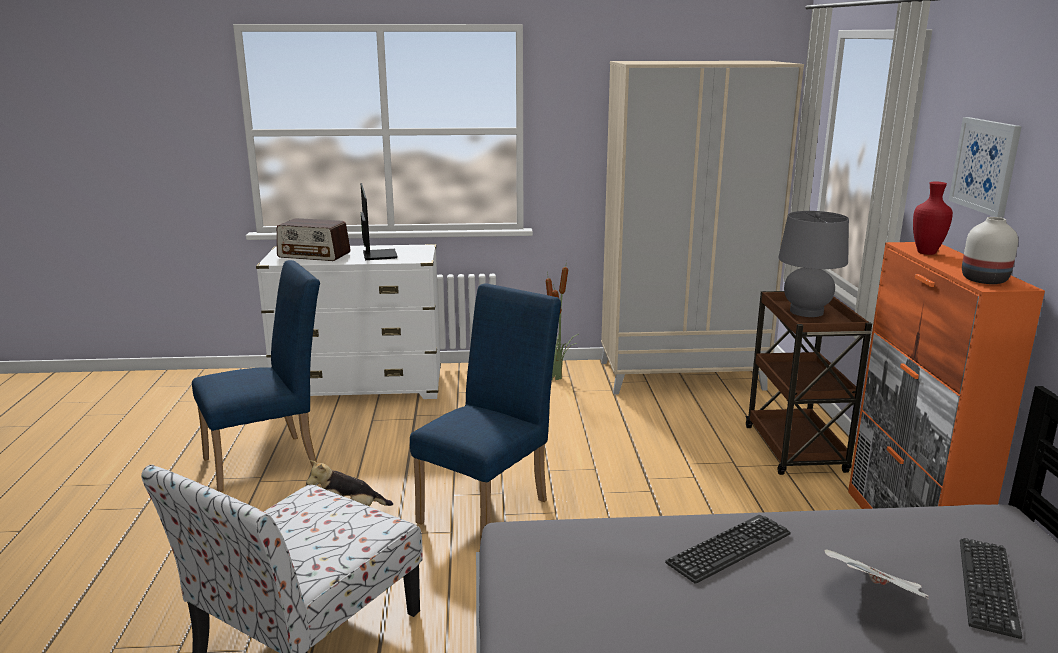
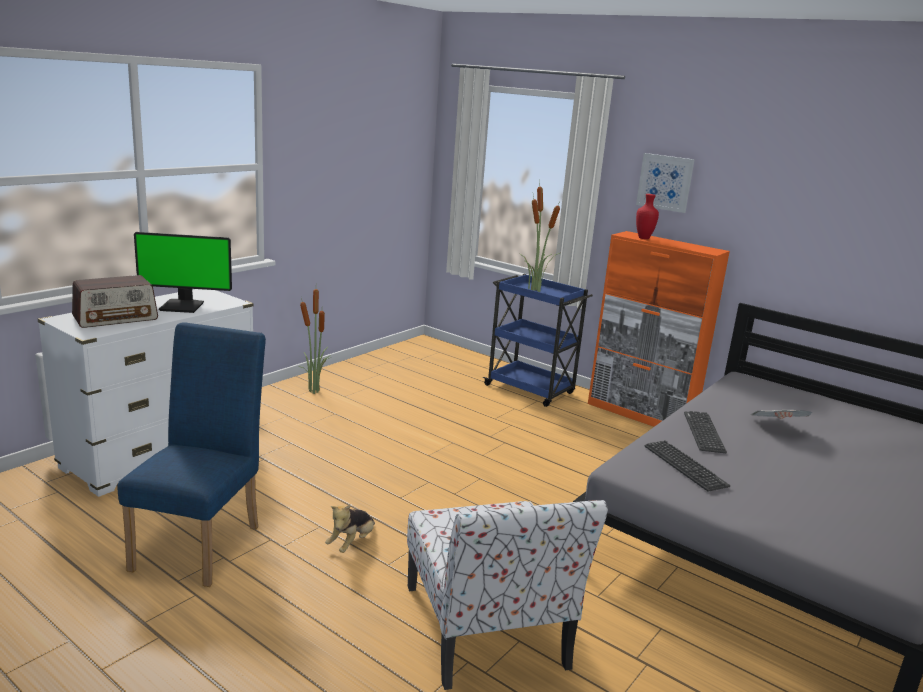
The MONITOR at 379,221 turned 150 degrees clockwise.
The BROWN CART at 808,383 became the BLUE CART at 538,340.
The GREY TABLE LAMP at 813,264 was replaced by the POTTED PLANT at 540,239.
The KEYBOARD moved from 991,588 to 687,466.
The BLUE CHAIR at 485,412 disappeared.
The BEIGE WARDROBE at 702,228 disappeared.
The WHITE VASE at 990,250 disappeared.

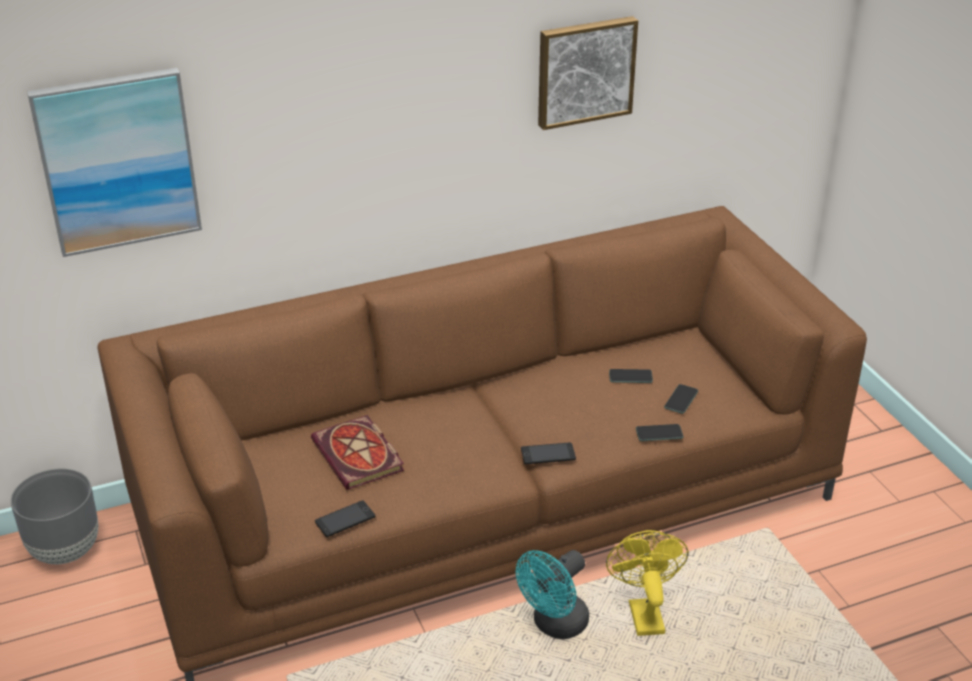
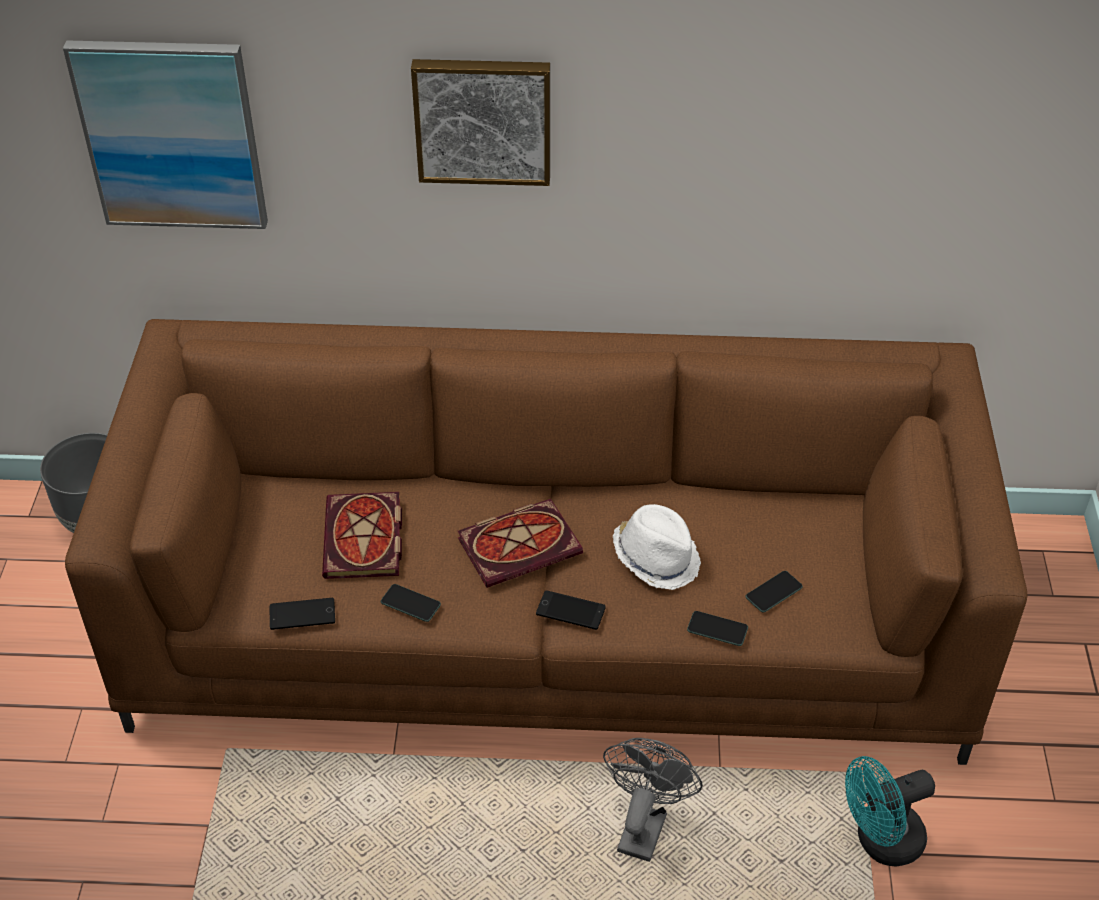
The PHONE moved from 631,376 to 411,603.
The PICTURE moved from 588,73 to 480,122.
The BOOK at 520,543 appeared.
The YELLOW FAN at 647,583 became the GREY FAN at 653,800.
The WHITE HAT at 657,547 appeared.
The TURQUOISE FAN moved from 552,594 to 890,811.

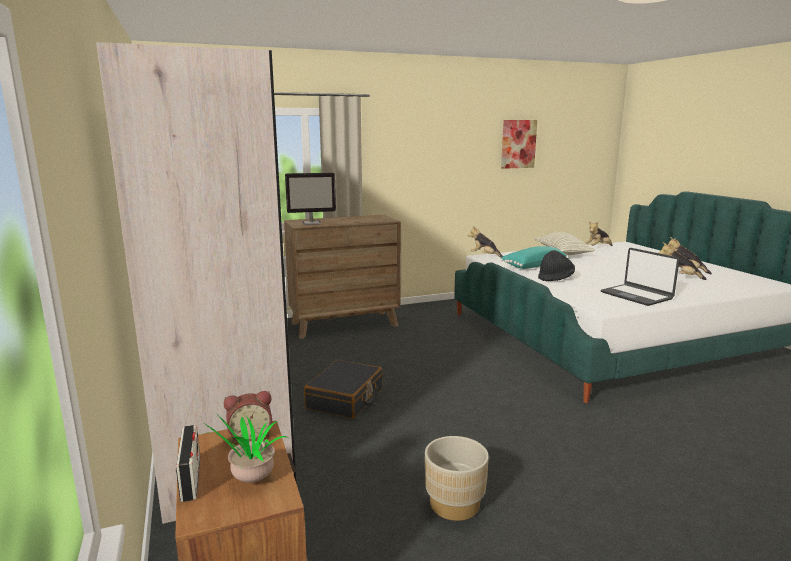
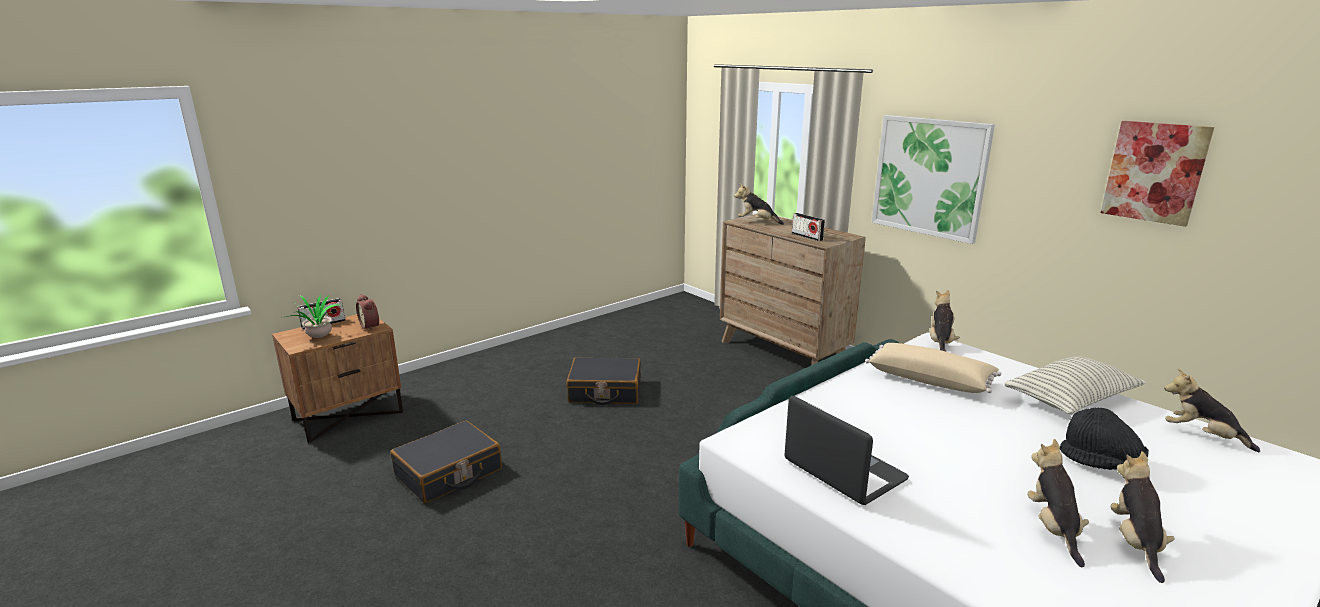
The BEIGE PLANTER at 457,478 was replaced by the BLACK SUITCASE at 446,462.
The MONITOR at 310,199 was replaced by the PLUSH TOY at 759,204.
The LAPTOP at 640,277 turned 105 degrees clockwise.
The RADIO at 808,227 appeared.
The TURQUOISE PILLOW at 533,257 became the BEIGE PILLOW at 933,368.
The PICTURE at 933,179 appeared.
The BLACK HAT moved from 556,265 to 1104,439.
The BEIGE WARDROBE at 196,283 disappeared.

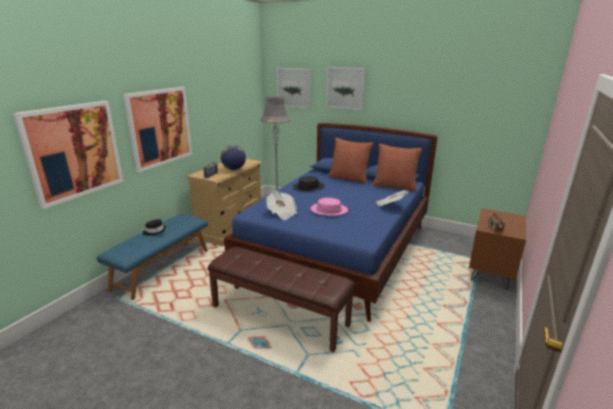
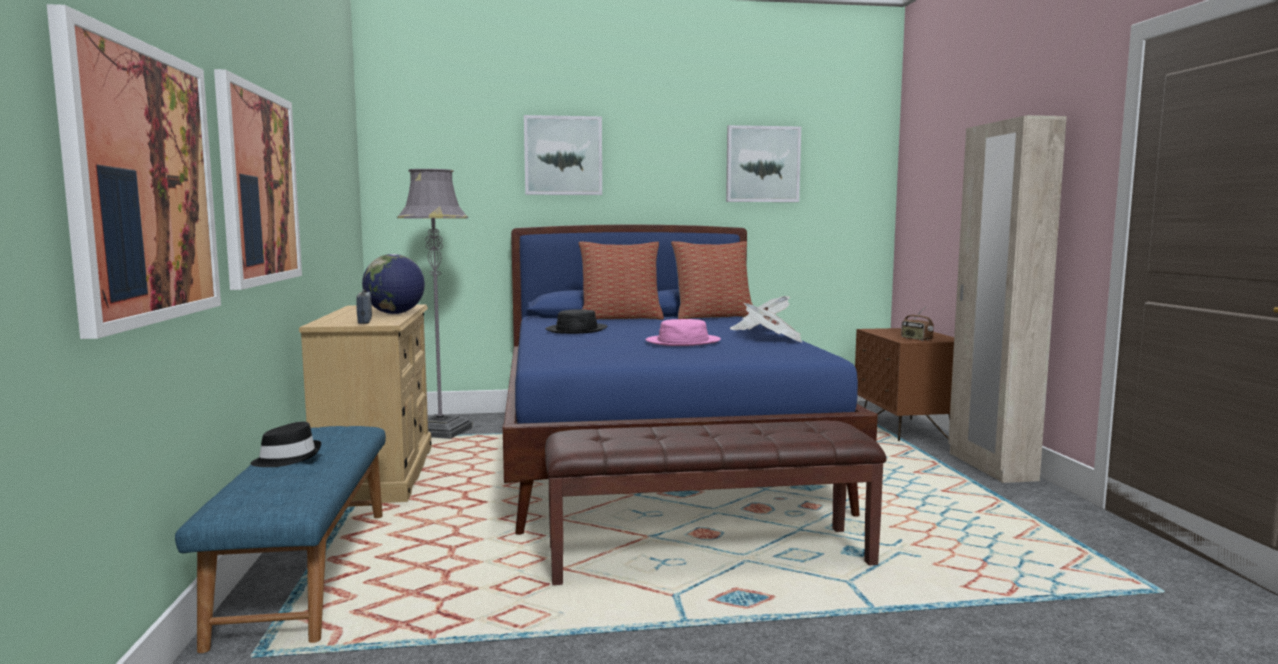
The PICTURE moved from 294,88 to 763,163.
The NEWSPAPER moved from 281,205 to 773,323.
The BEIGE WARDROBE at 1007,299 appeared.

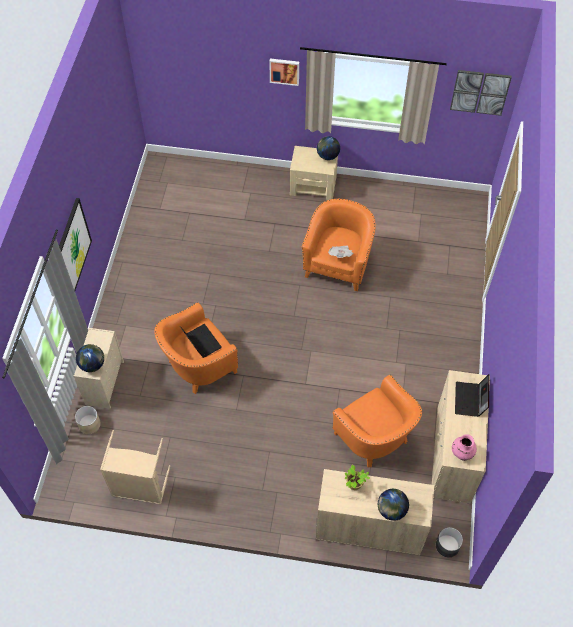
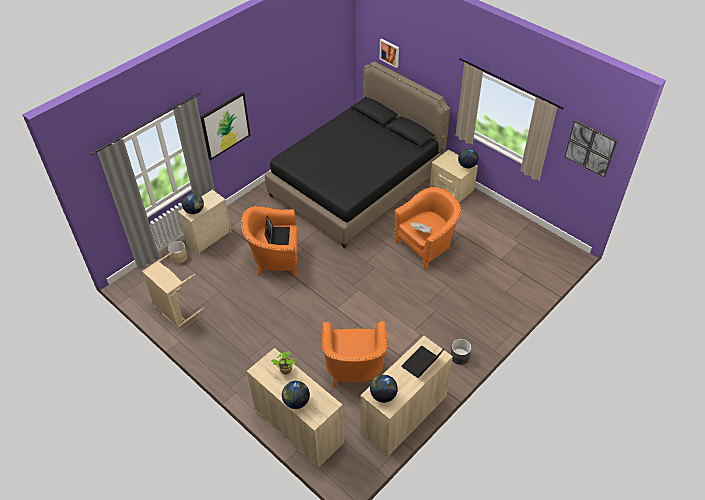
The BLACK BED at 357,154 appeared.
The PINK VASE at 464,447 was replaced by the GLOBE at 384,389.
The PICTURE moved from 284,72 to 389,53.
The GREY PLANTER moved from 449,542 to 460,352.

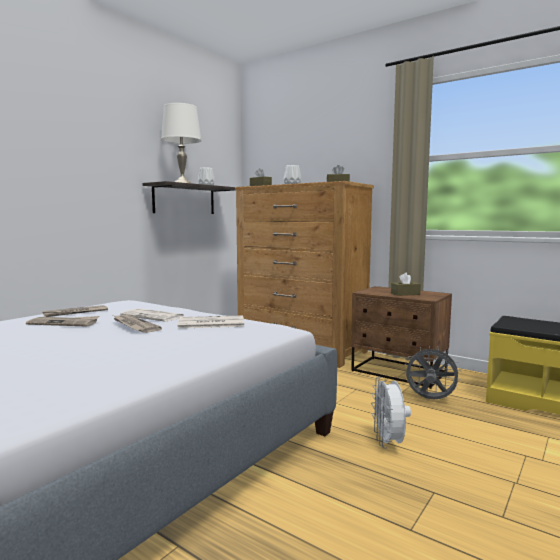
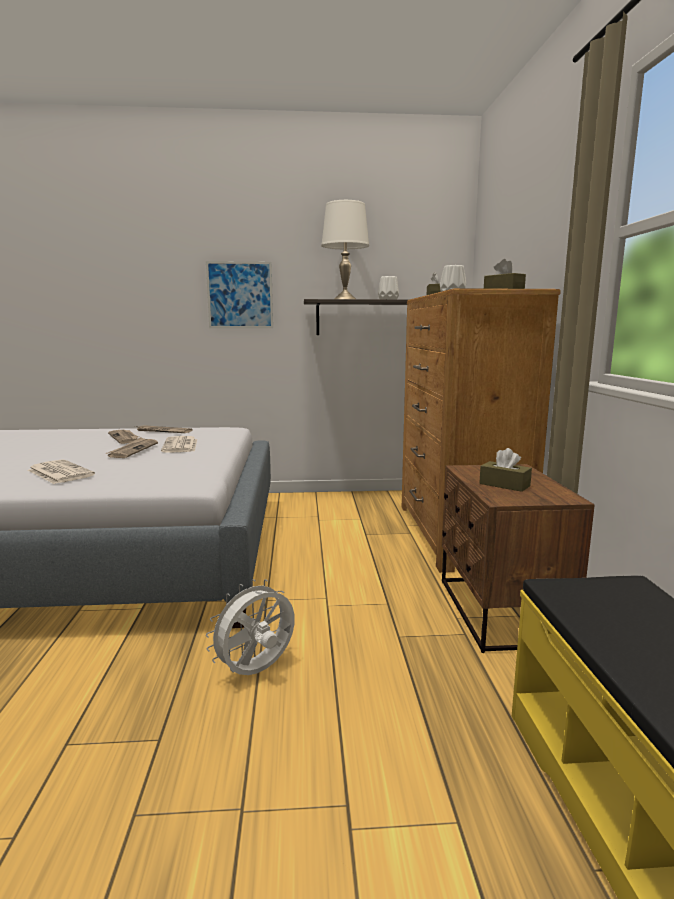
The NEWSPAPER moved from 210,322 to 61,472.
The PICTURE at 239,294 appeared.
The GREY FAN at 433,372 disappeared.

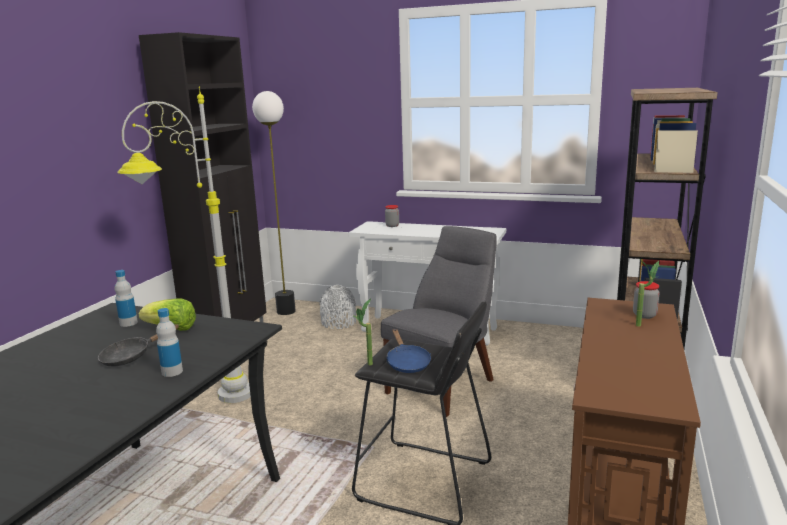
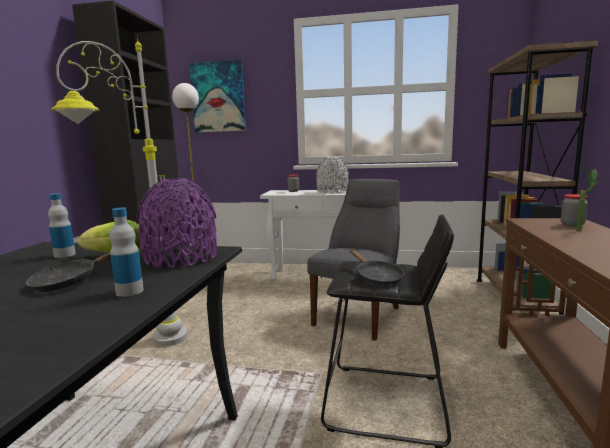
The PURPLE VASE at 176,223 appeared.
The PICTURE at 217,96 appeared.
The GREY VASE moved from 338,307 to 332,175.
The BLUE FRYING PAN at 409,351 became the BLACK FRYING PAN at 377,267.
The POTTED PLANT at 362,332 disappeared.

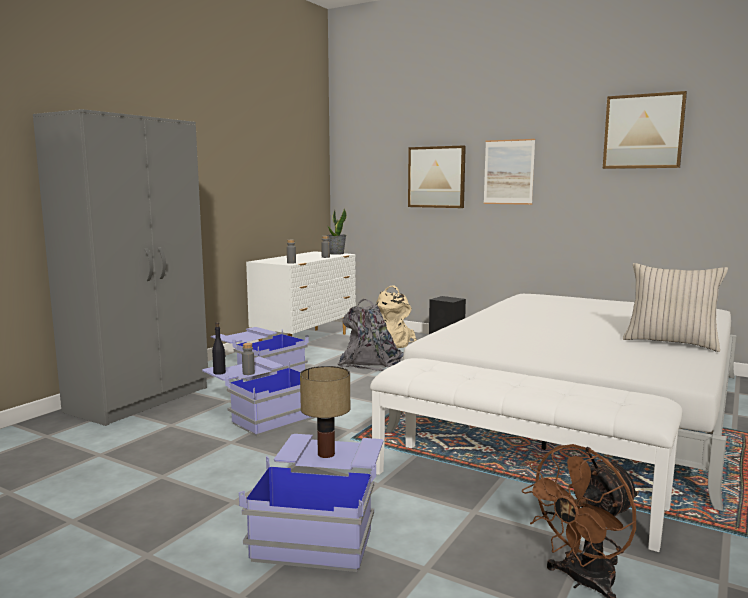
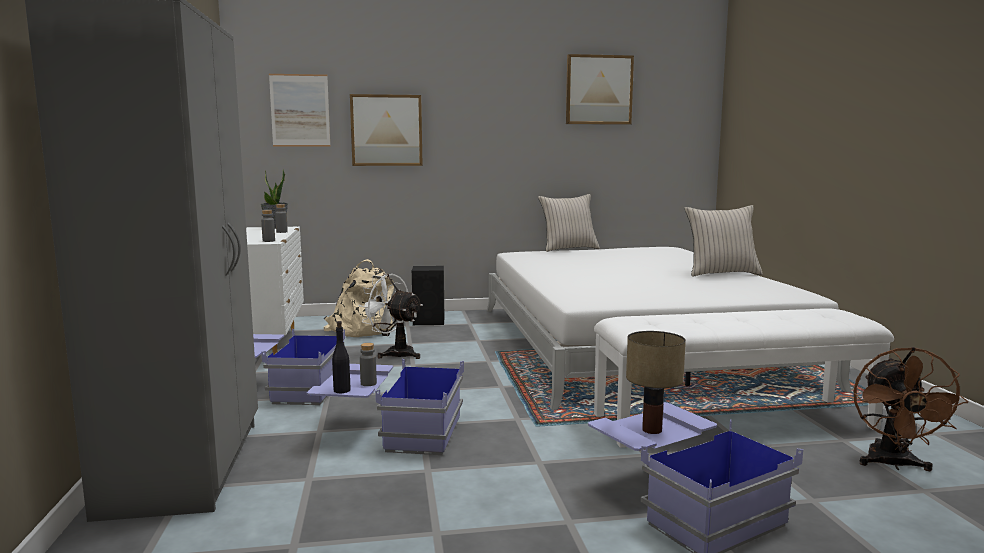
The PICTURE moved from 509,172 to 300,110.
The GREY BACKPACK at 370,335 was replaced by the WHITE FAN at 390,316.
The BEIGE PILLOW at 569,223 appeared.

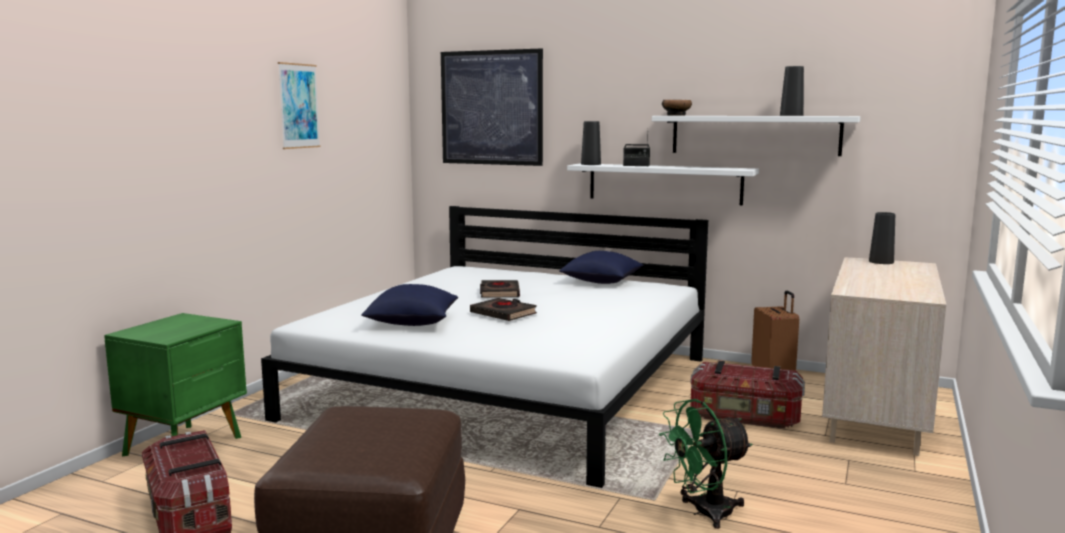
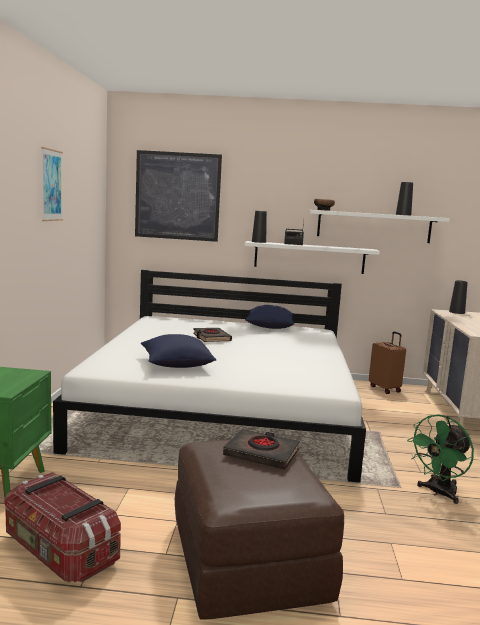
The BLACK BOOK moved from 503,309 to 261,449.
The STORAGE BOX at 747,395 disappeared.

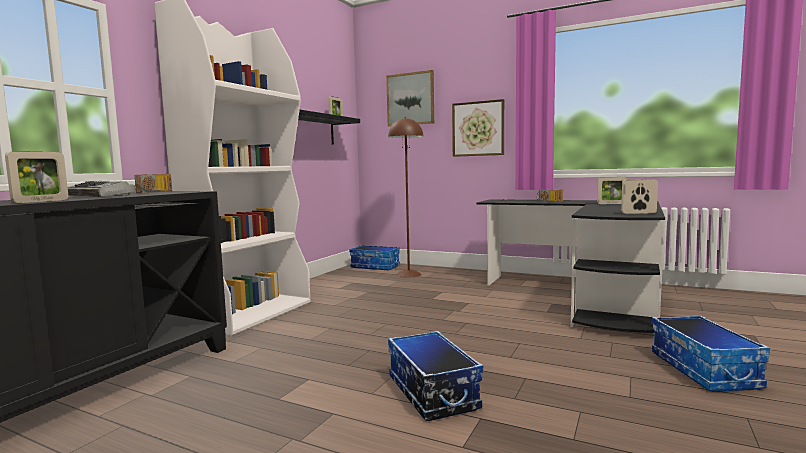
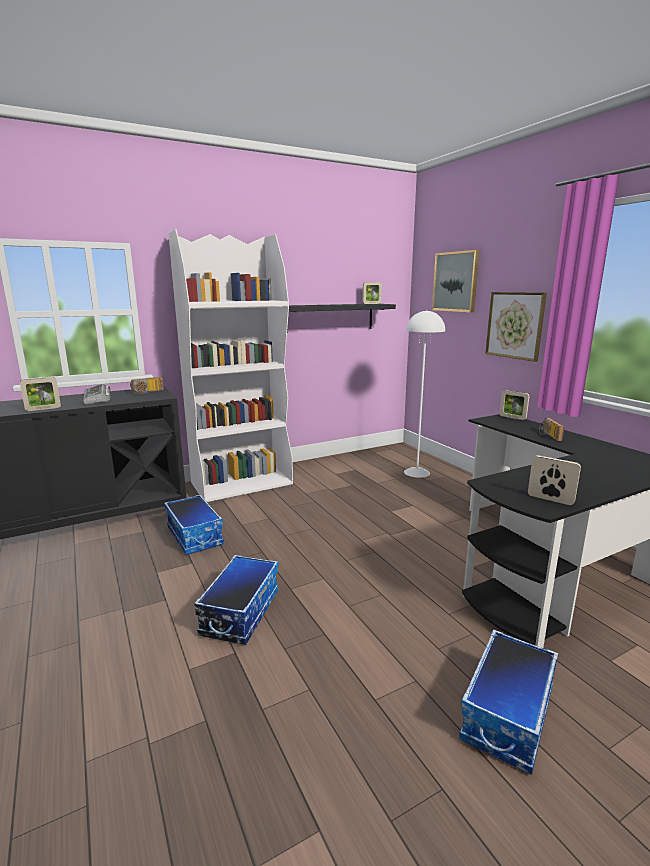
The STORAGE BOX moved from 374,257 to 194,524.
The BROWN FLOOR LAMP at 405,197 became the WHITE FLOOR LAMP at 424,394.
The PICTURE FRAME moved from 612,190 to 514,405.

